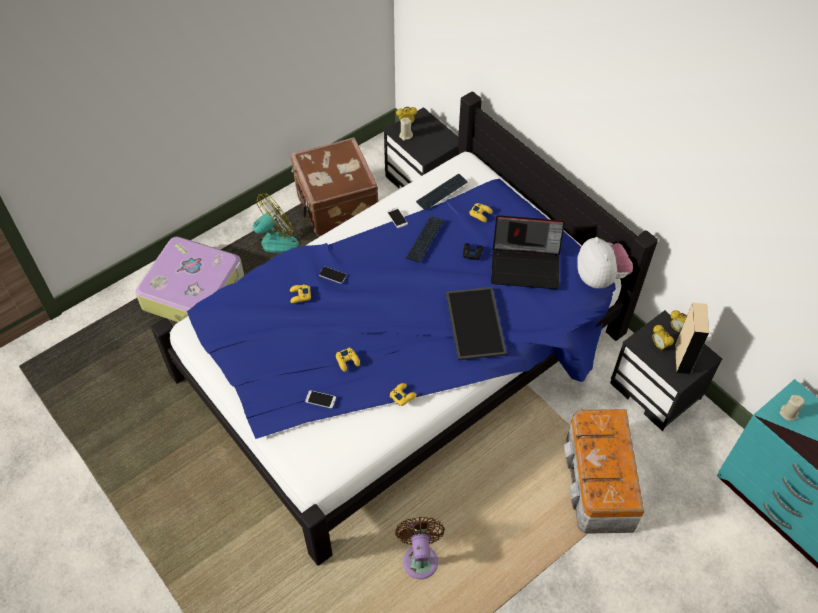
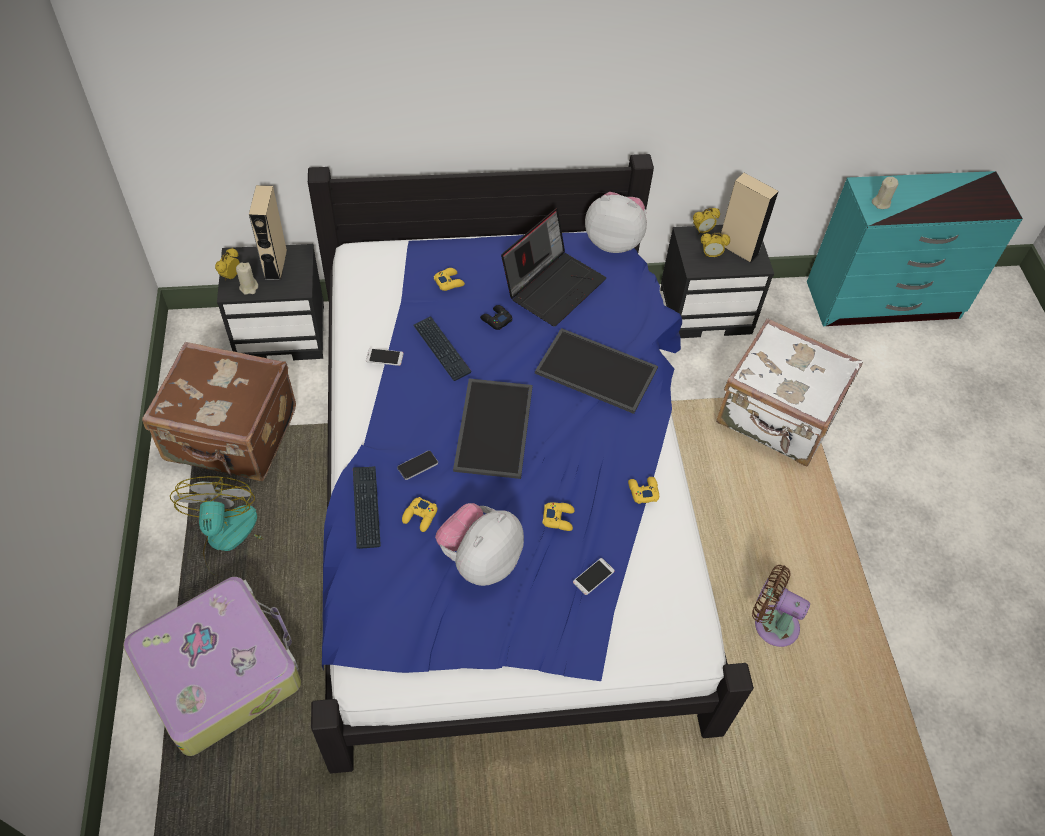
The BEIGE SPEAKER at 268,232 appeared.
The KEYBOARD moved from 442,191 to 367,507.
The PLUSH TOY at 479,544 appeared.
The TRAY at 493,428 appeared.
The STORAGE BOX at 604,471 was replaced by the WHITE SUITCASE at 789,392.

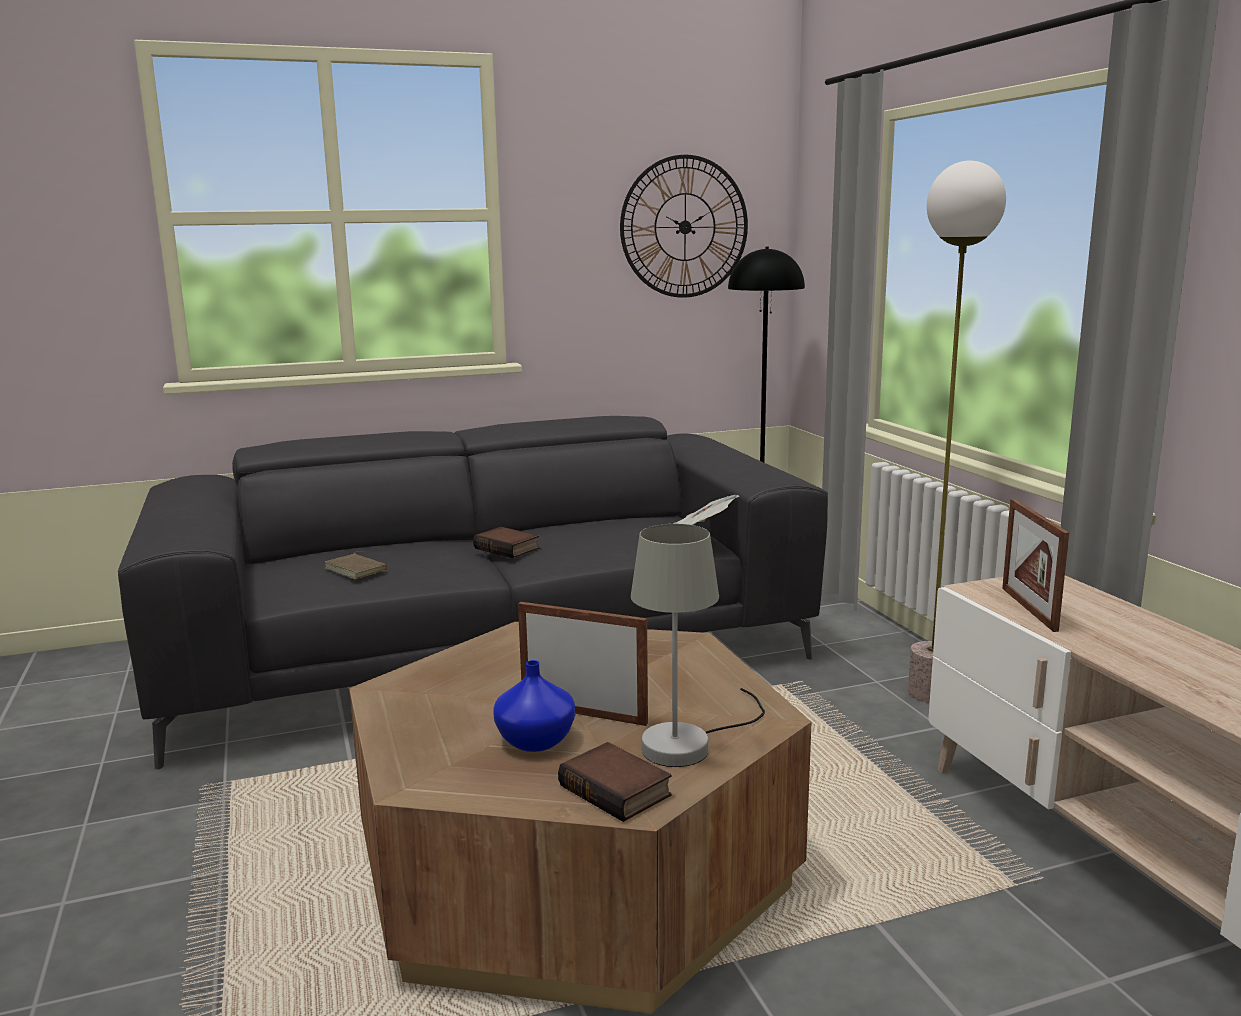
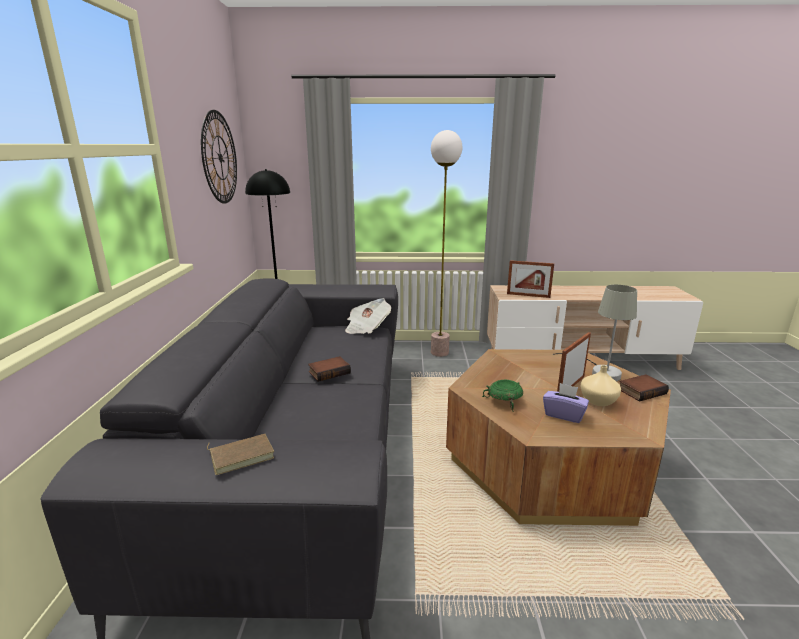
The BROWN BOOK moved from 356,565 to 240,454.
The GREEN BOWL at 502,395 appeared.
The PURPLE TISSUE BOX at 566,403 appeared.
The BLUE VASE at 534,706 became the BEIGE VASE at 600,385.

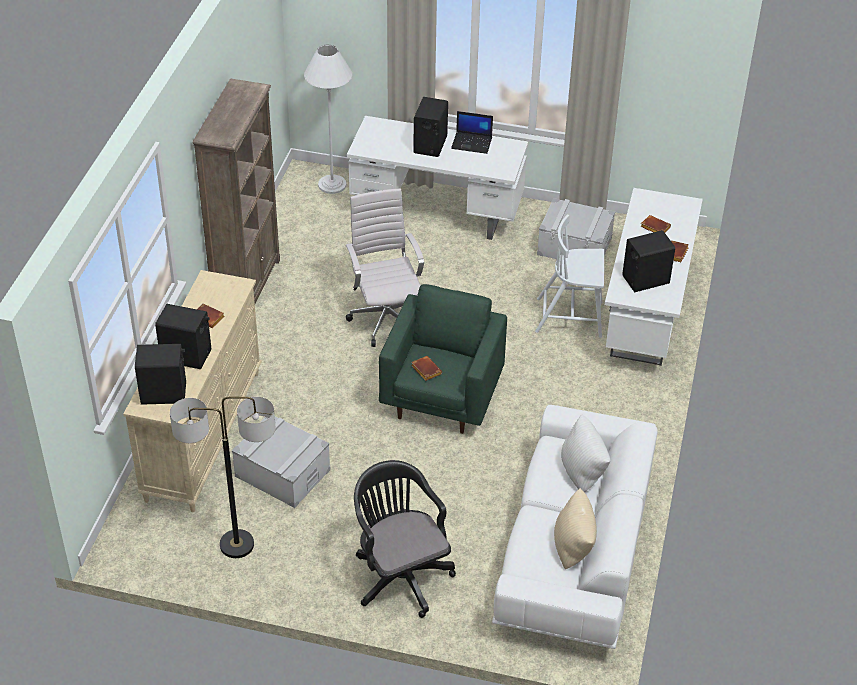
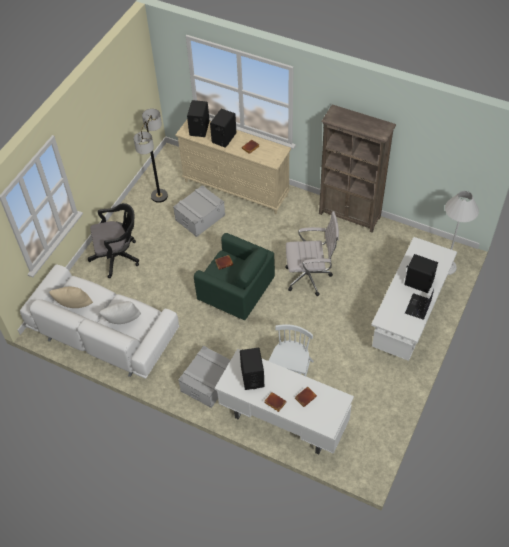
The GREY STORAGE BOX moved from 576,228 to 204,377.

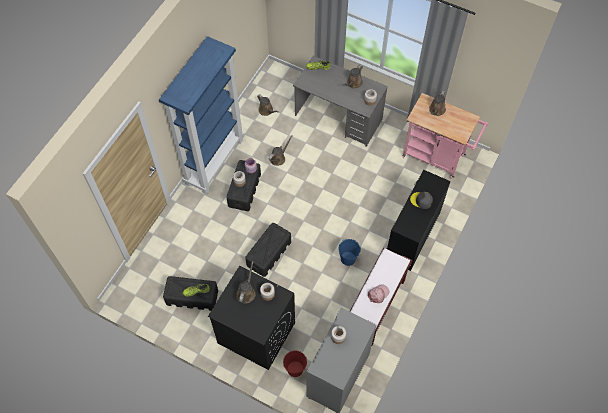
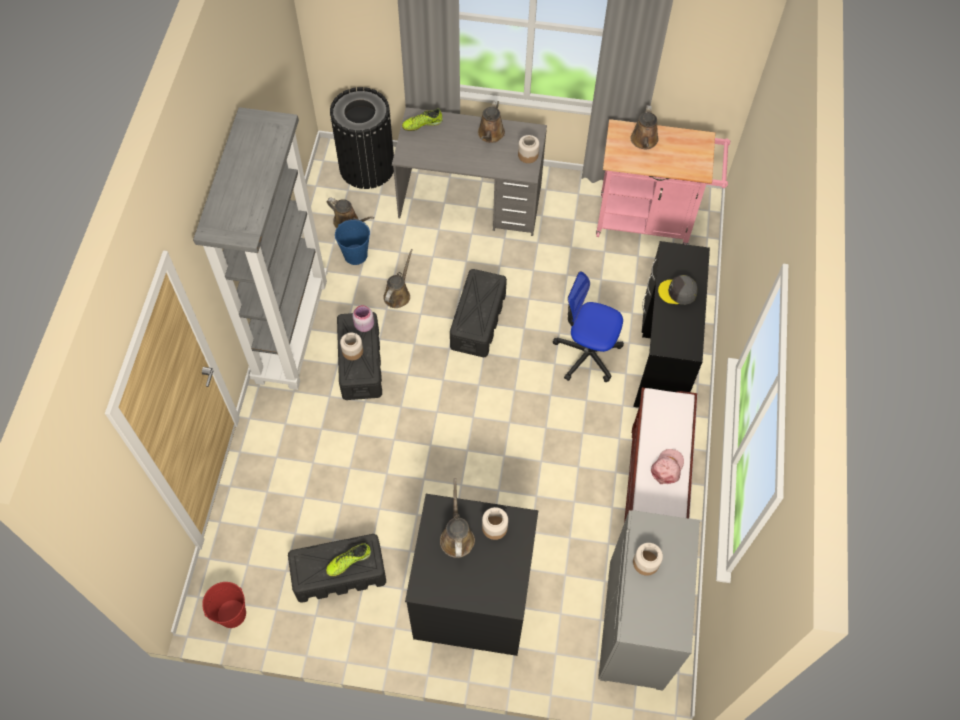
The BLUE BOOKCASE at 201,115 became the GREY BOOKCASE at 260,248.
The RED BUCKET moved from 295,364 to 224,605.
The BLACK TRASH CAN at 362,138 appeared.
The BLUE BUCKET moved from 349,252 to 352,242.
The BLACK STORAGE BOX moved from 268,250 to 478,313.
The OFFICE CHAIR at 588,326 appeared.

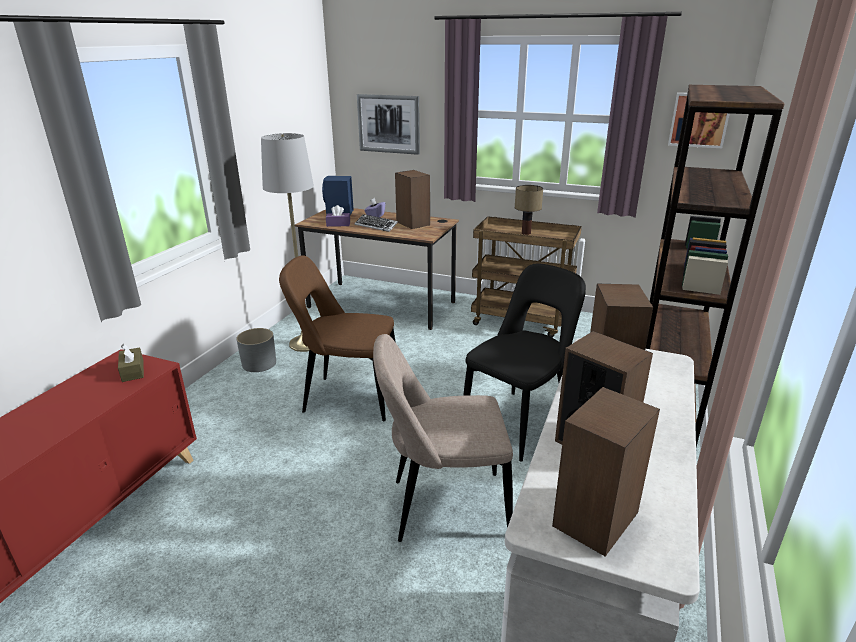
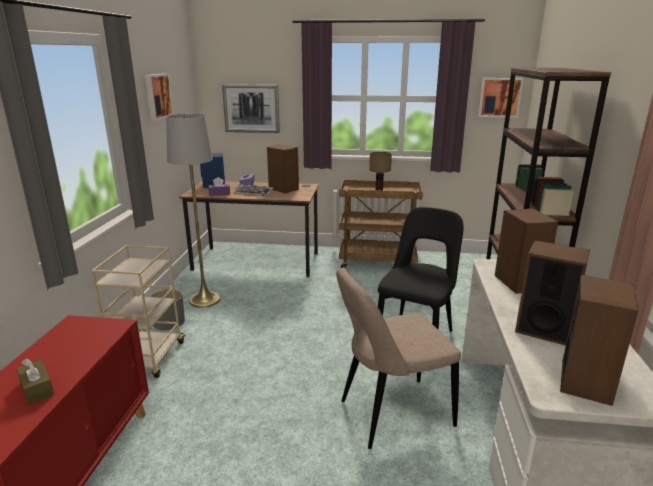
The BROWN TISSUE BOX moved from 131,363 to 35,382.
The BEIGE CART at 138,311 appeared.
The PICTURE at 159,97 appeared.
The BROWN CHAIR at 337,338 disappeared.

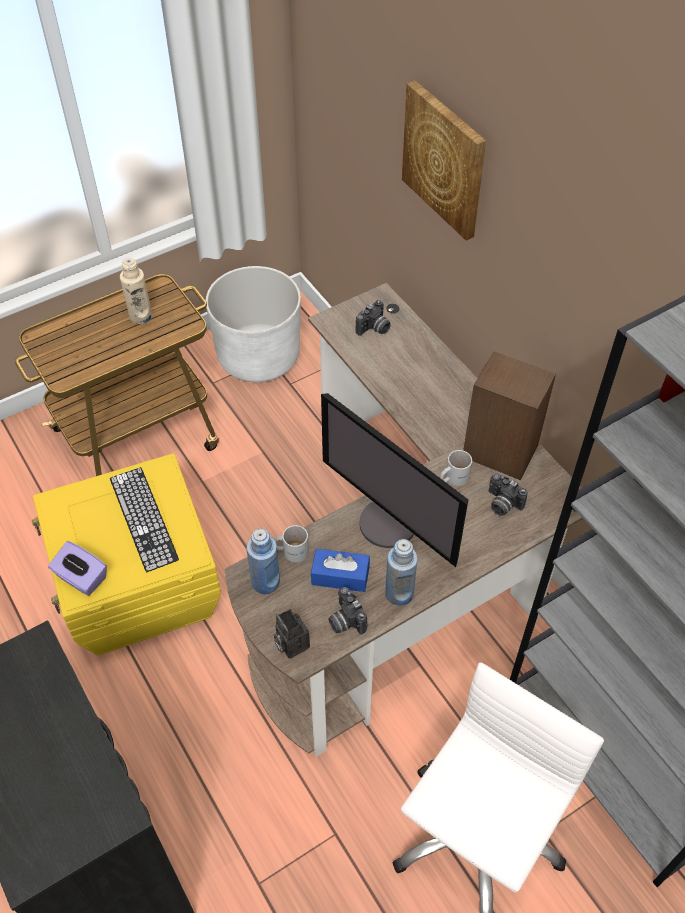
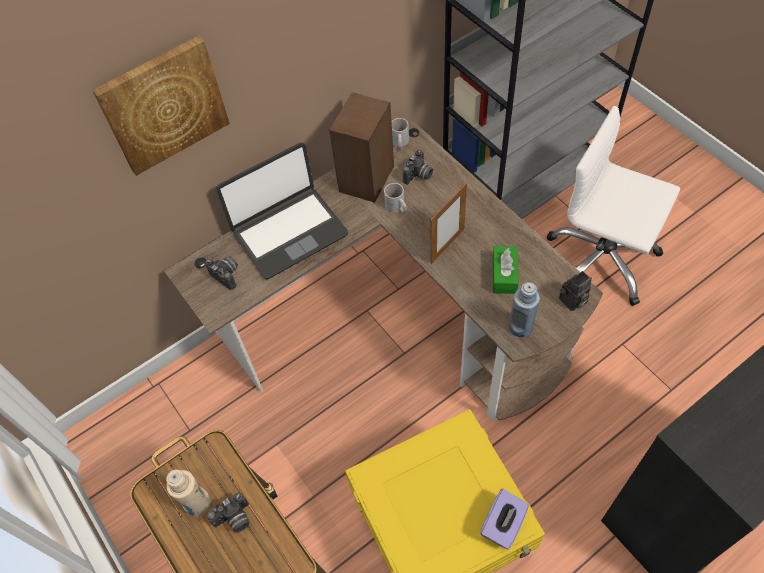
The PHOTO CAMERA moved from 348,610 to 228,512.
The LAPTOP at 282,211 appeared.
The WHITE MUG moved from 291,543 to 400,133.
The MONITOR at 394,480 was replaced by the PICTURE FRAME at 449,223.
The BLUE TISSUE BOX at 340,570 became the GREEN TISSUE BOX at 505,270.
The KEYBOARD at 144,520 disappeared.
The WHITE PLANTER at 253,324 disappeared.
The BLUE BOTTLE at 401,572 disappeared.

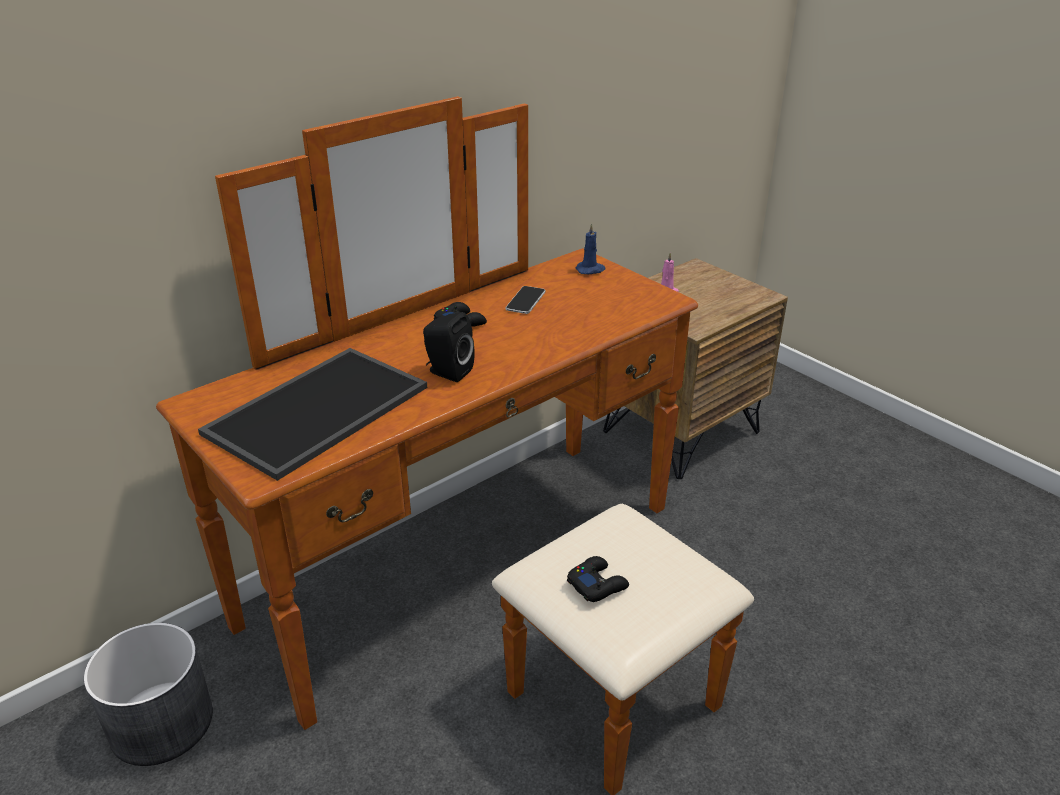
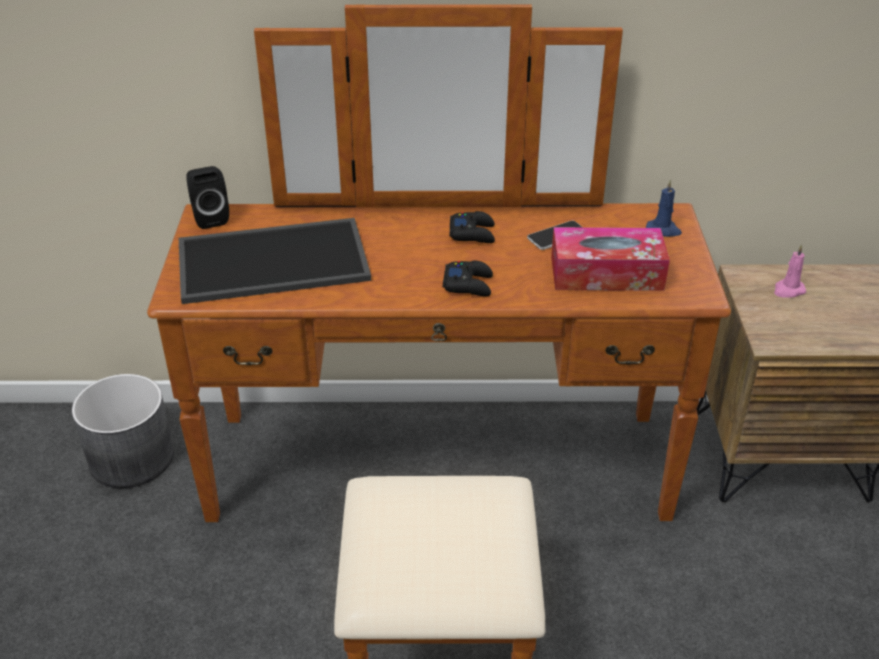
The BLACK SPEAKER moved from 449,347 to 207,197.
The BLACK GAME CONTROLLER moved from 598,579 to 468,278.
The TISSUE BOX at 610,259 appeared.

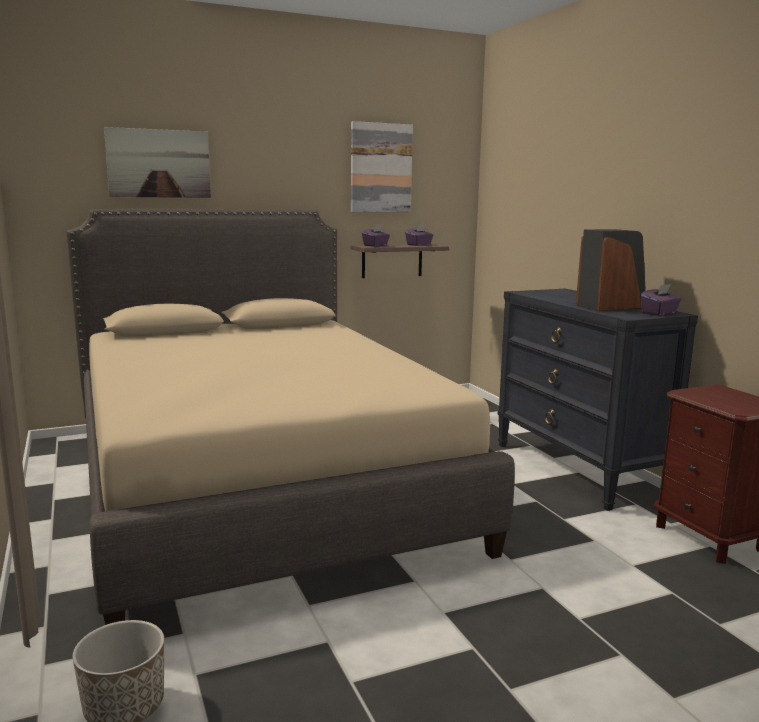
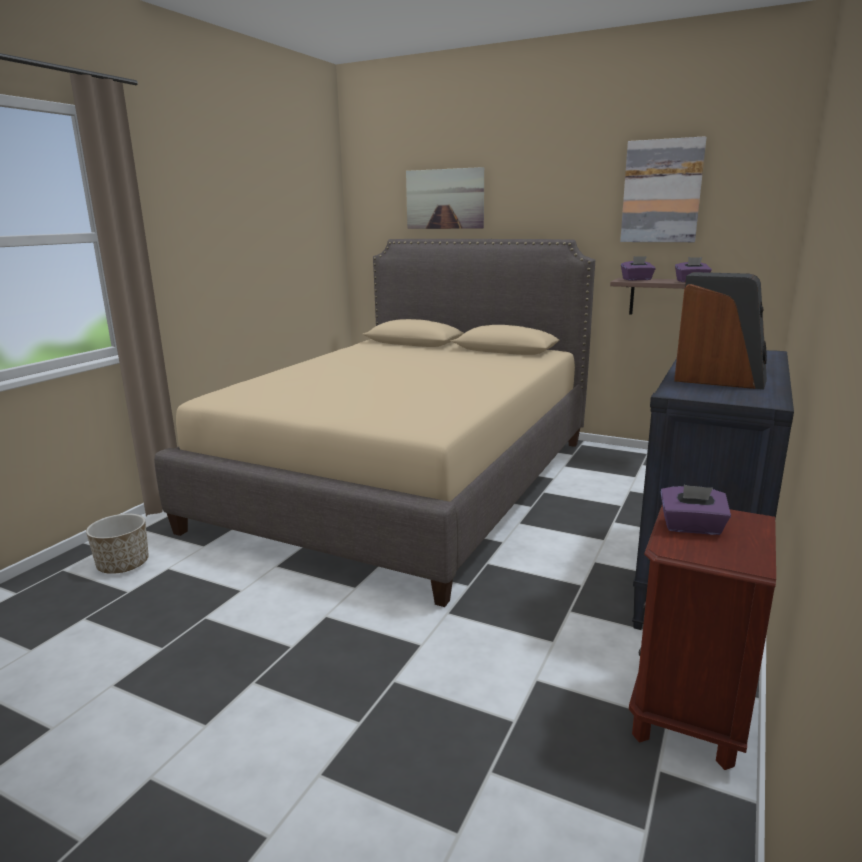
The PURPLE TISSUE BOX moved from 661,300 to 696,510.

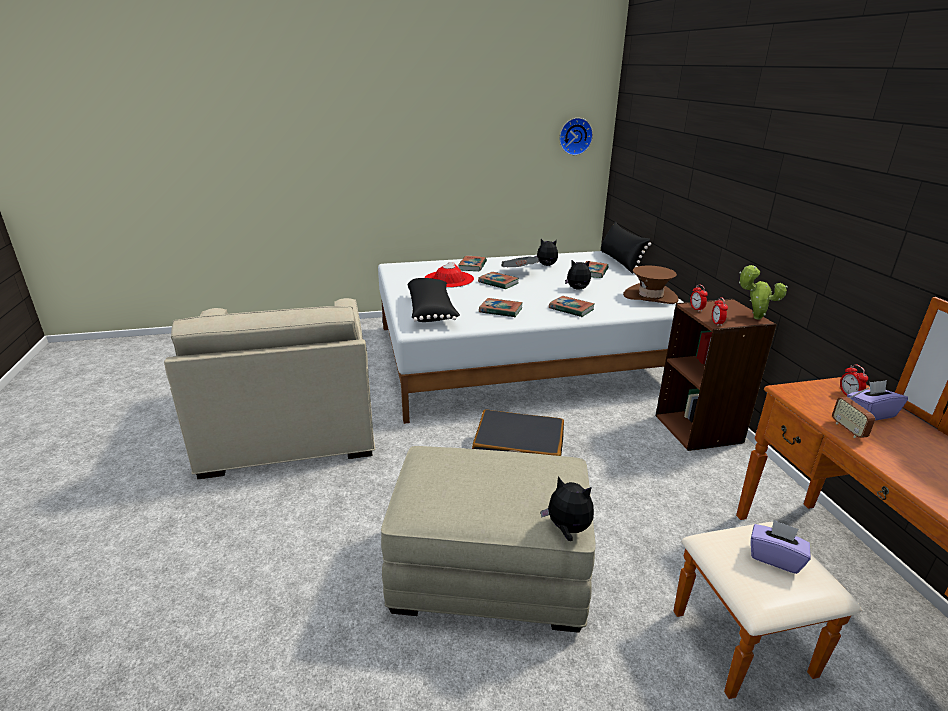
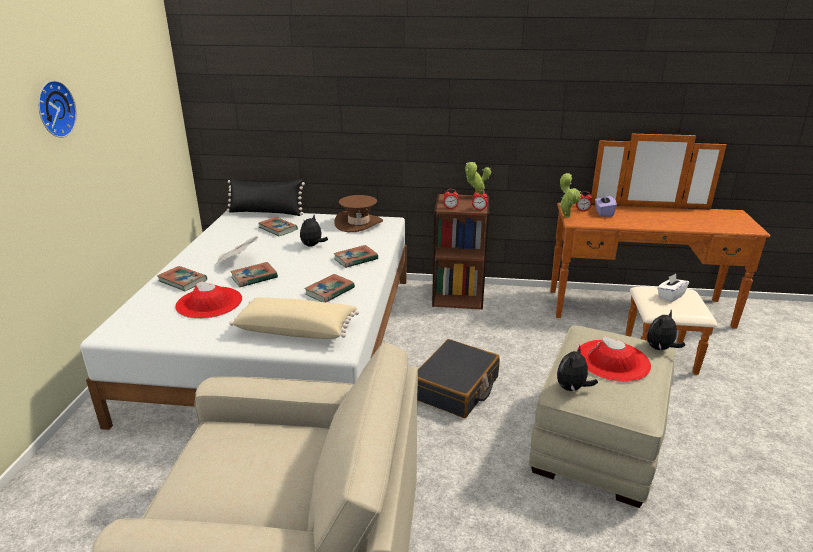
The WALL CLOCK moved from 576,136 to 57,109.
The BLACK PILLOW at 433,300 became the BEIGE PILLOW at 294,318.
The PLUSH TOY moved from 546,252 to 577,368.
The POTTED PLANT at 570,195 appeared.
The RED HAT at 613,359 appeared.
The PURPLE TISSUE BOX at 781,547 became the WHITE TISSUE BOX at 673,288.
The RADIO at 853,412 disappeared.

